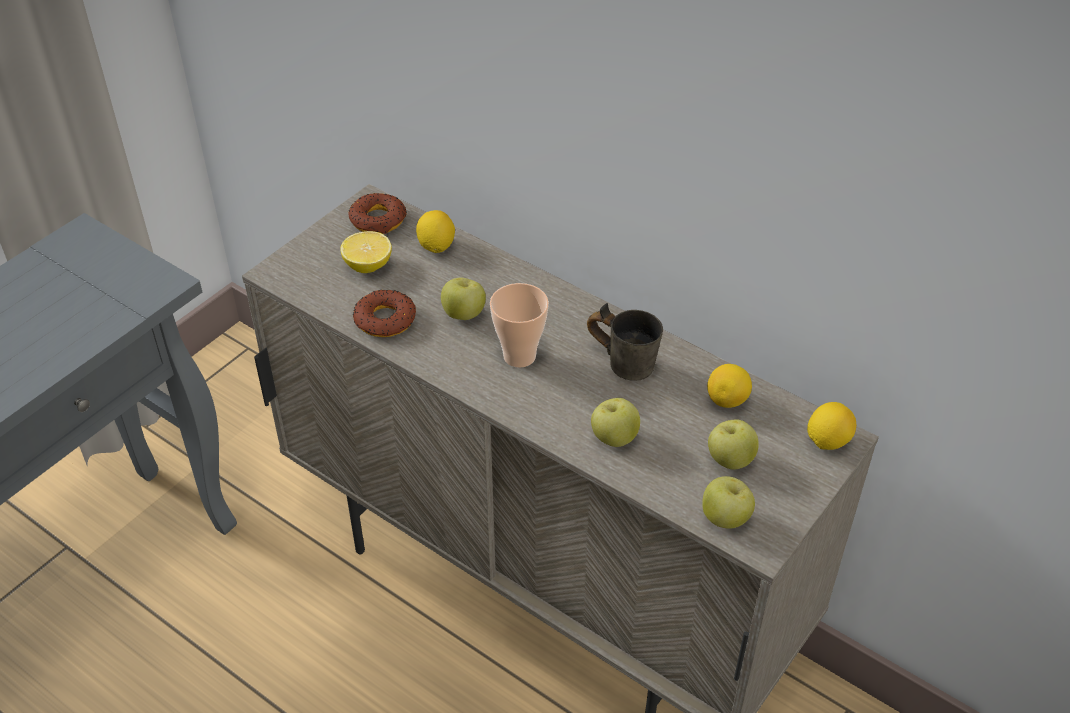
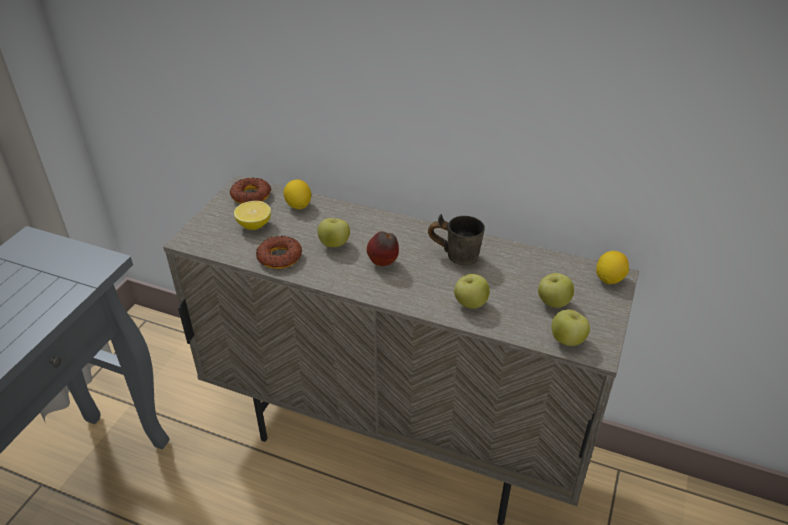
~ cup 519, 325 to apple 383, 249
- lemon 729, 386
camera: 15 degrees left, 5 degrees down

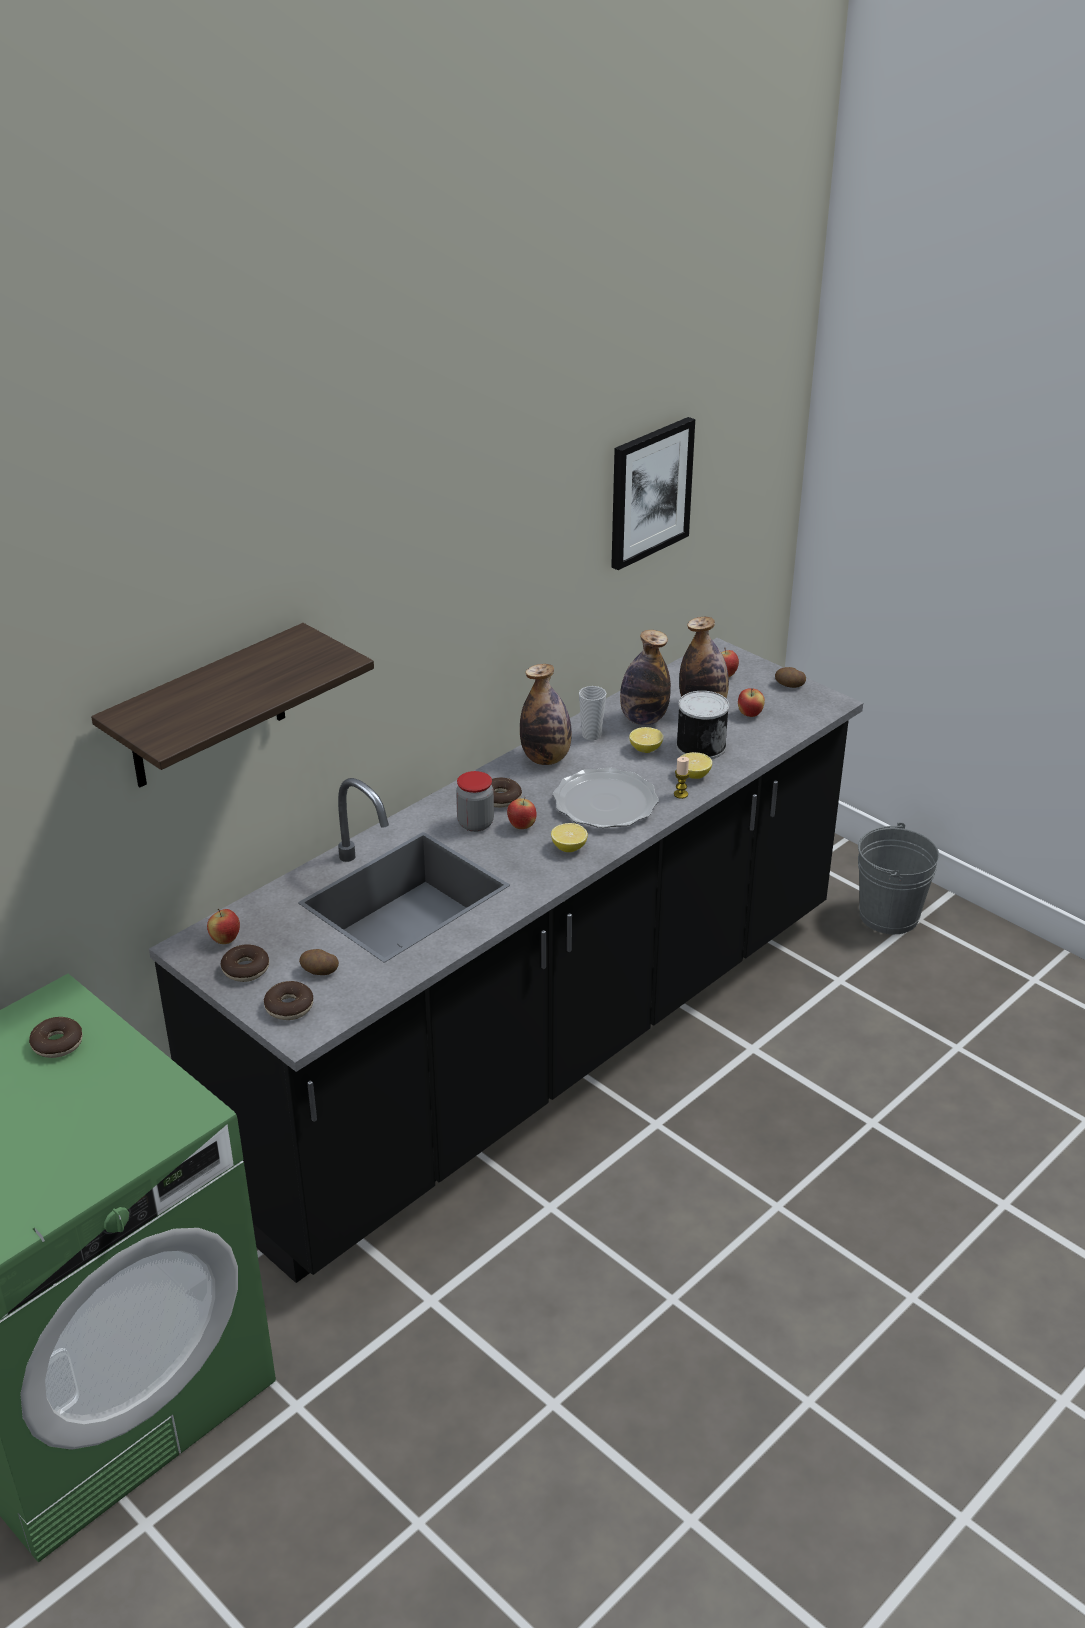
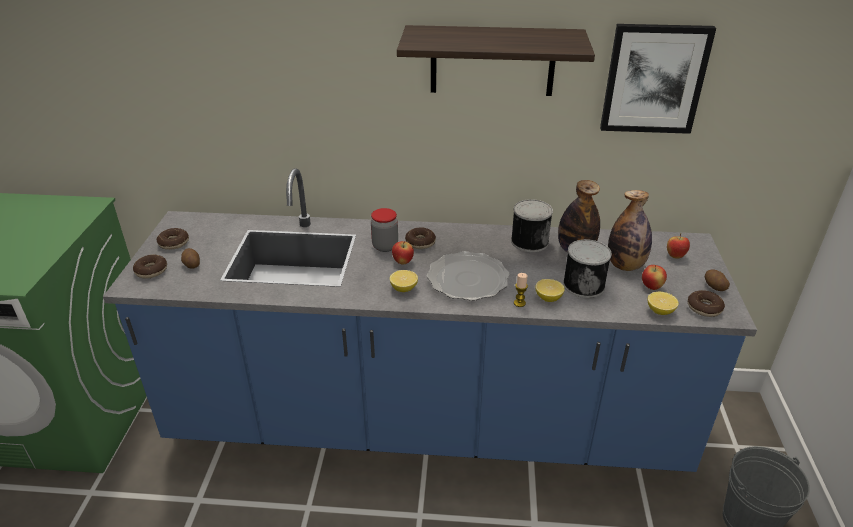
~ shelf 232, 705 to 496, 60
~ counter/black 506, 960 to counter/blue 430, 320
- bottle 546, 714
~ cup 592, 713 to can 532, 225
~ lemon 646, 740 to 663, 303
- apple 223, 926
~ donut 56, 1037 to 706, 303
camera: 50 degrees right, 0 degrees up

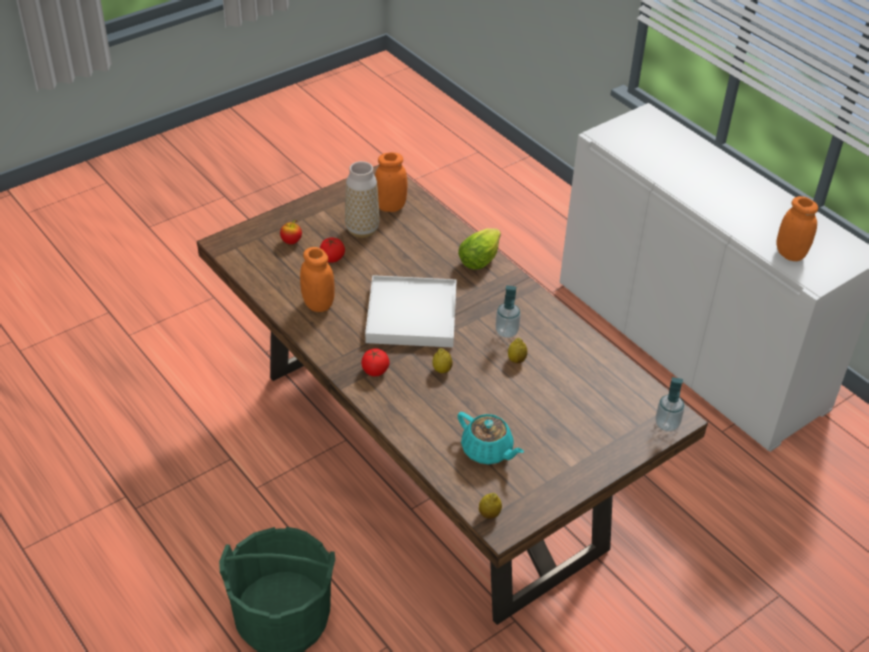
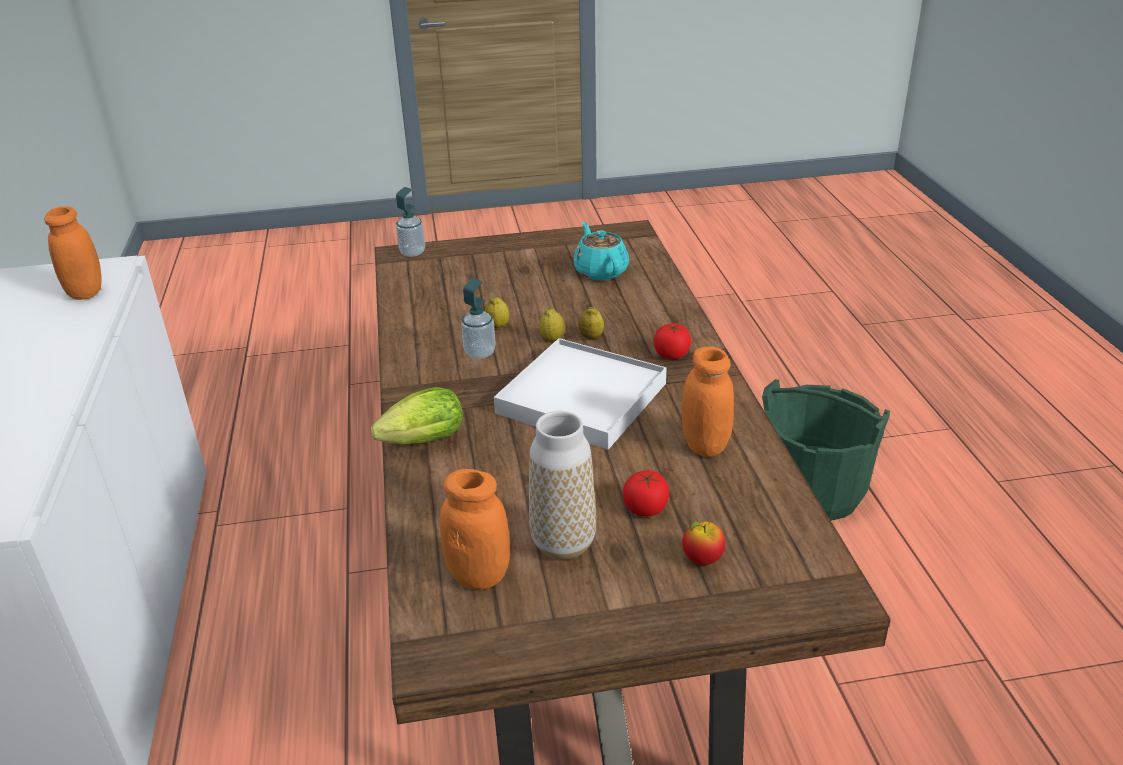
~ lemon 490, 506 to 552, 324
camera: 150 degrees left, 10 degrees down

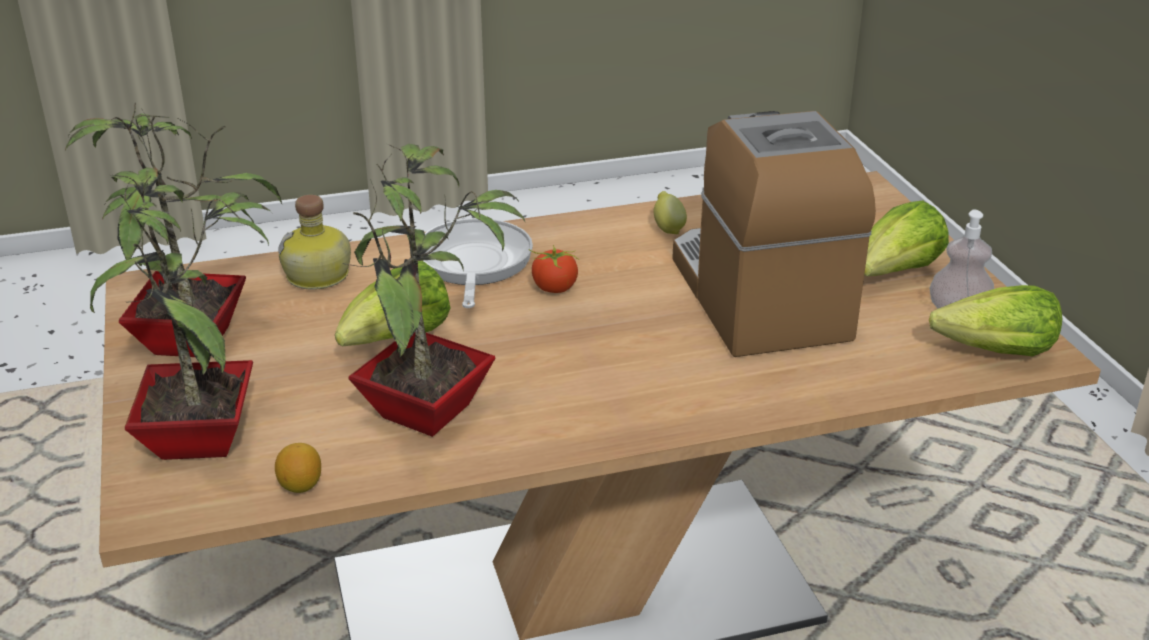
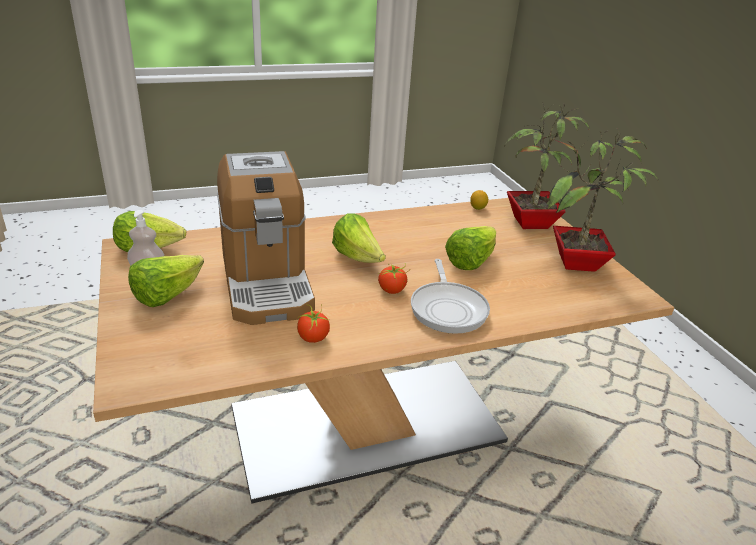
- potted plant 434, 290
~ lemon 670, 212 to tomato 313, 323
- bottle 315, 242
+ lettuce 359, 238
camera: 175 degrees right, 0 degrees up

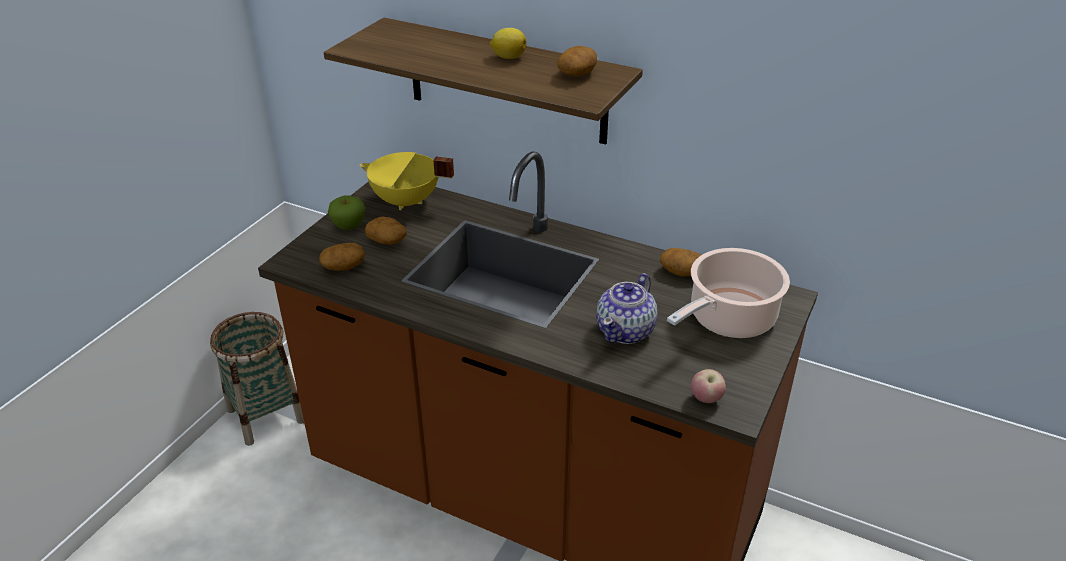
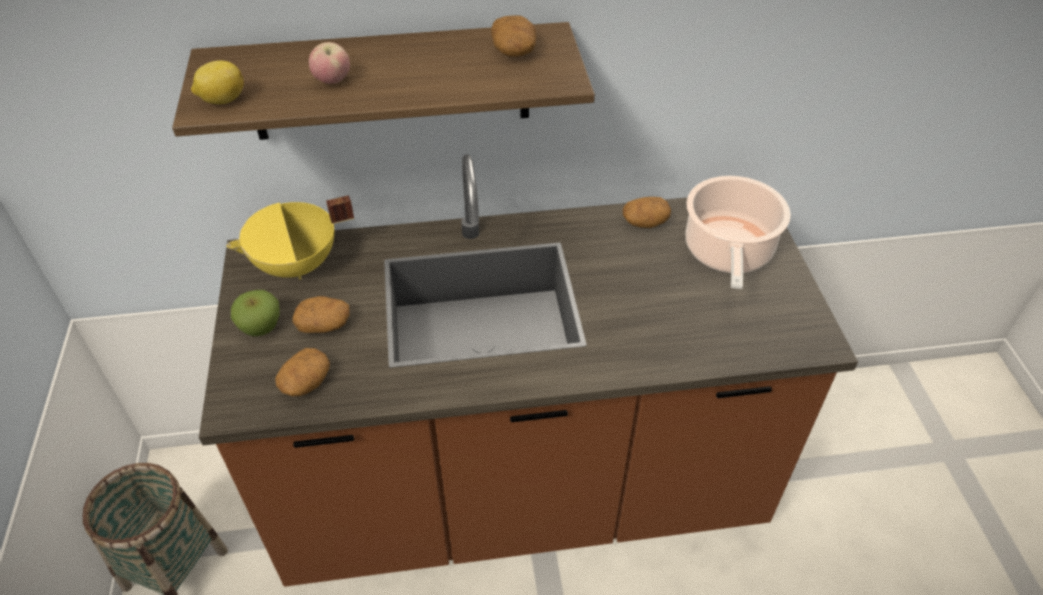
~ lemon 508, 43 to 217, 82
- teapot 626, 308
~ apple 708, 386 to 329, 63
camera: 35 degrees left, 10 degrees up

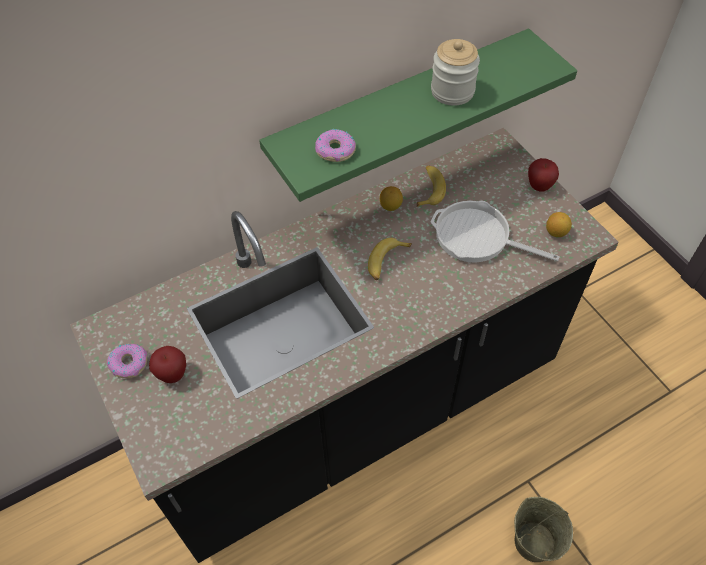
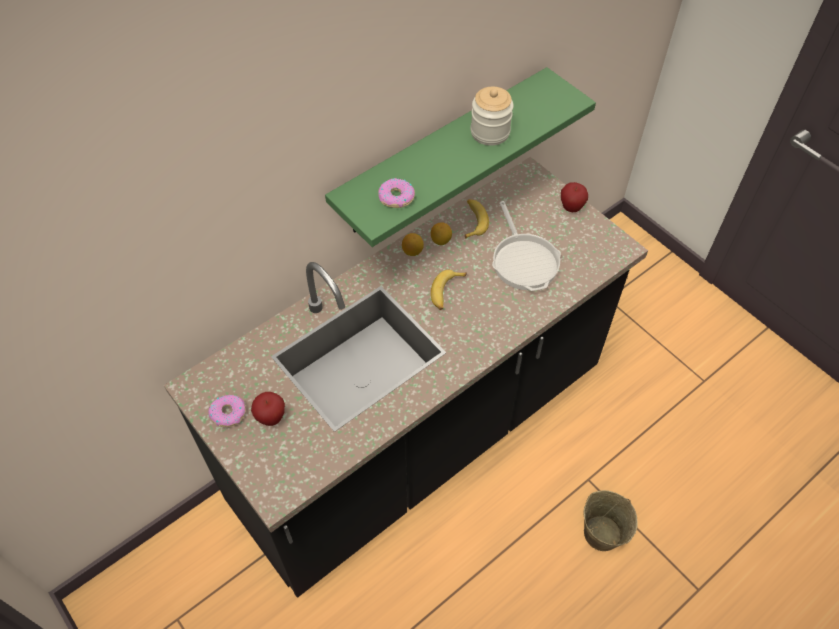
~ frying pan 495, 231 = 526, 246 120 degrees counterclockwise
~ lemon 559, 224 to 413, 244
camera: 10 degrees left, 0 degrees up

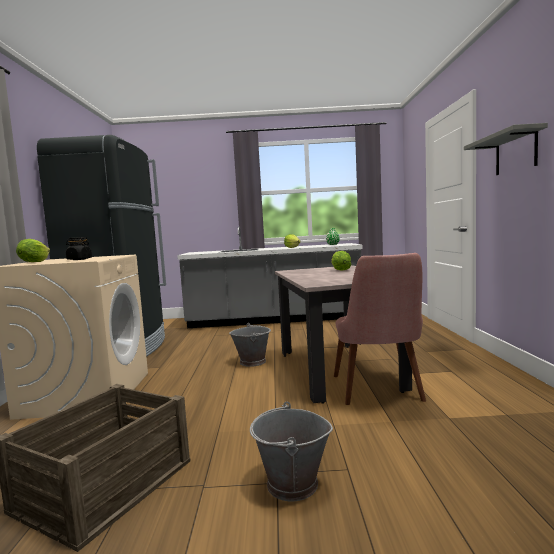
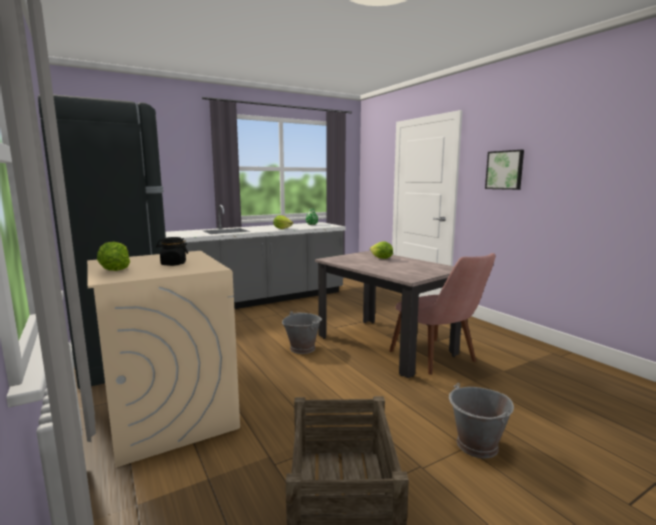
~ shelf/grey 506, 149 to picture 504, 170
camera: 30 degrees left, 5 degrees up

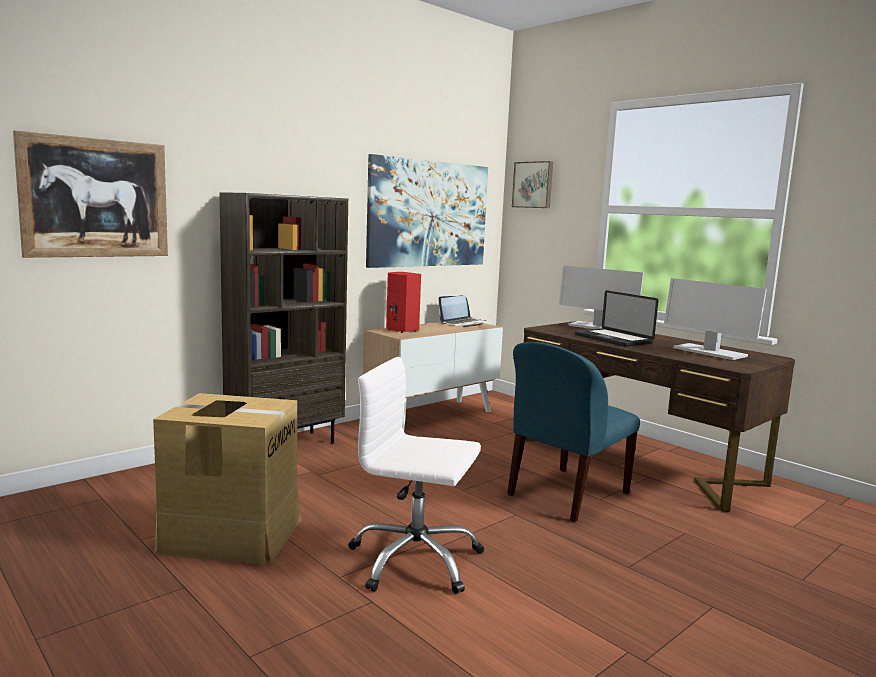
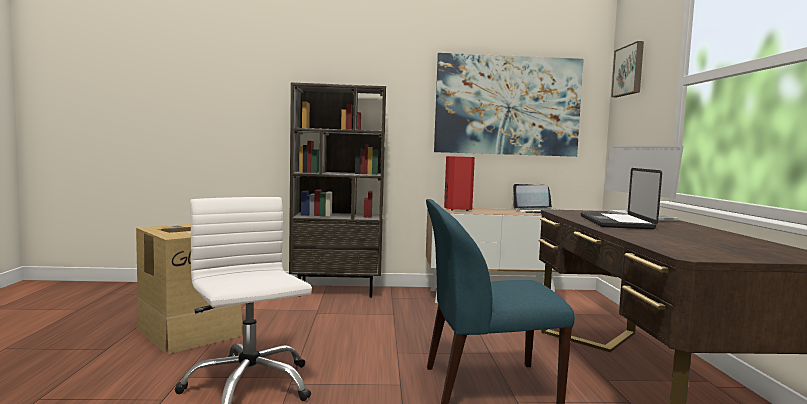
- picture 90, 194
- monitor 715, 319
camera: 40 degrees right, 5 degrees down

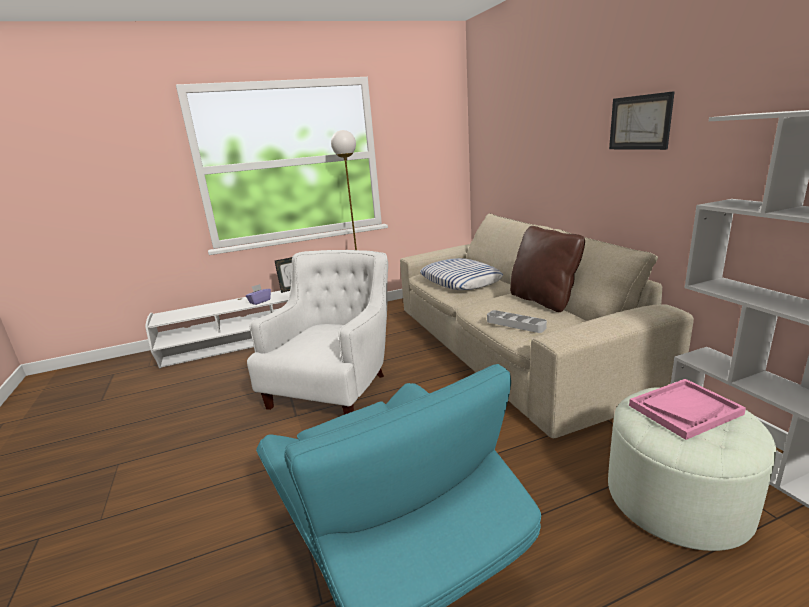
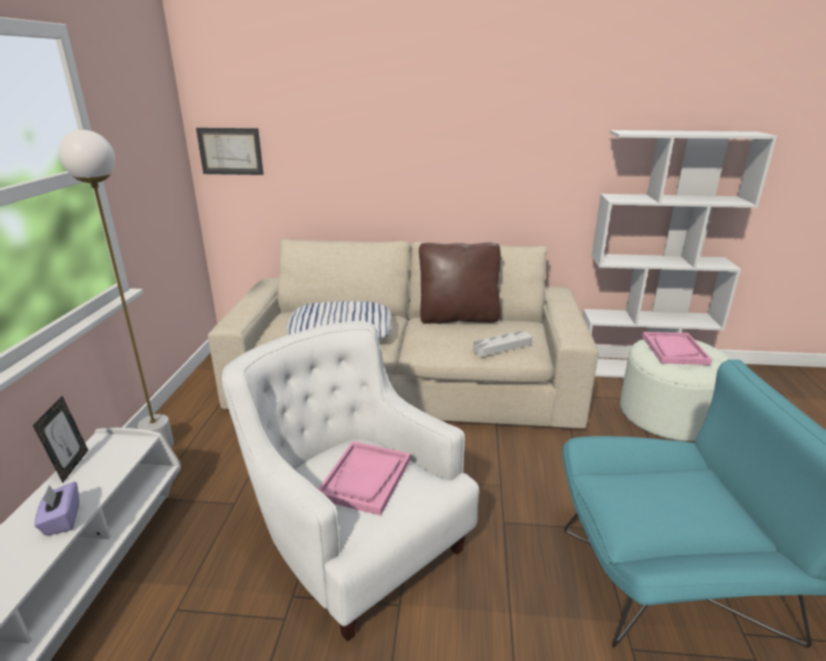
~ picture 642, 120 to 230, 151
+ tray/pink 364, 478
camera: 65 degrees left, 5 degrees up

